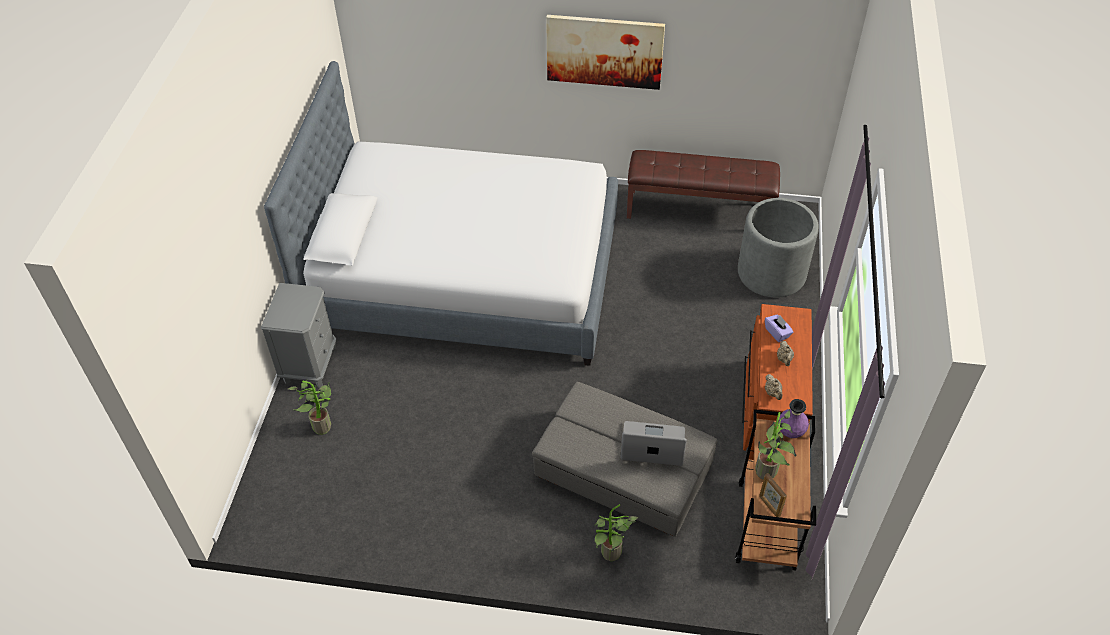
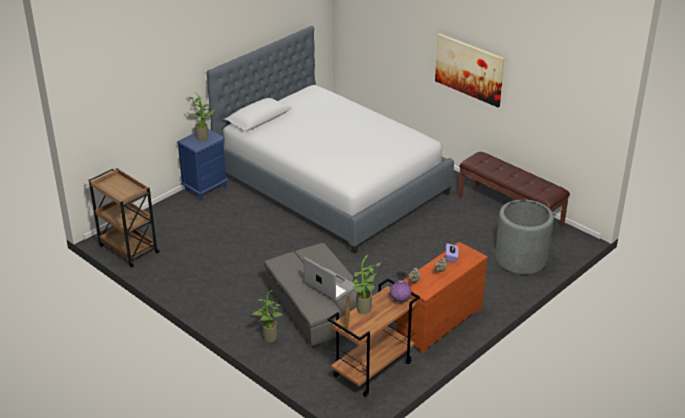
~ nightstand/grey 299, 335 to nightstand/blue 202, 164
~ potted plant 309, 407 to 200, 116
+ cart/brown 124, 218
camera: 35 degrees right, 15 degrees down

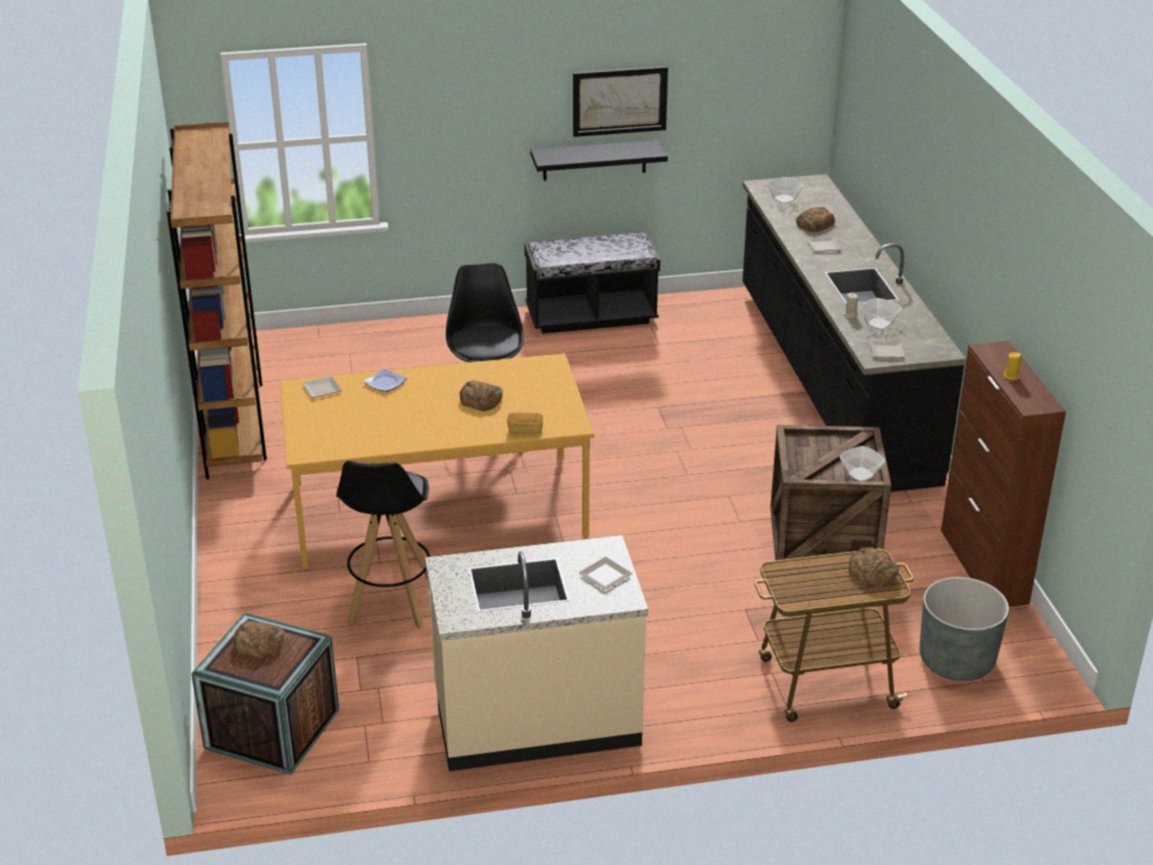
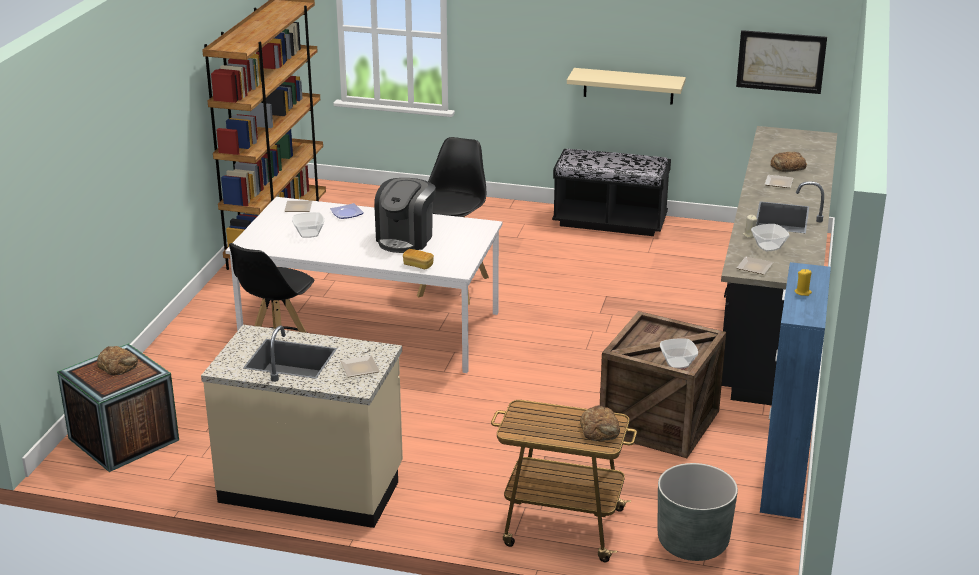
~ picture 620, 101 to 781, 62
~ shelf/black 599, 160 to shelf/beige 626, 86
~ bowl 785, 190 to 308, 225
~ cabinet/brown 1003, 474 to cabinet/blue 795, 390
~ dining table/orange 437, 461 to dining table/white 363, 285
~ bread 481, 395 to coffee machine 405, 215
camera: 25 degrees right, 5 degrees down

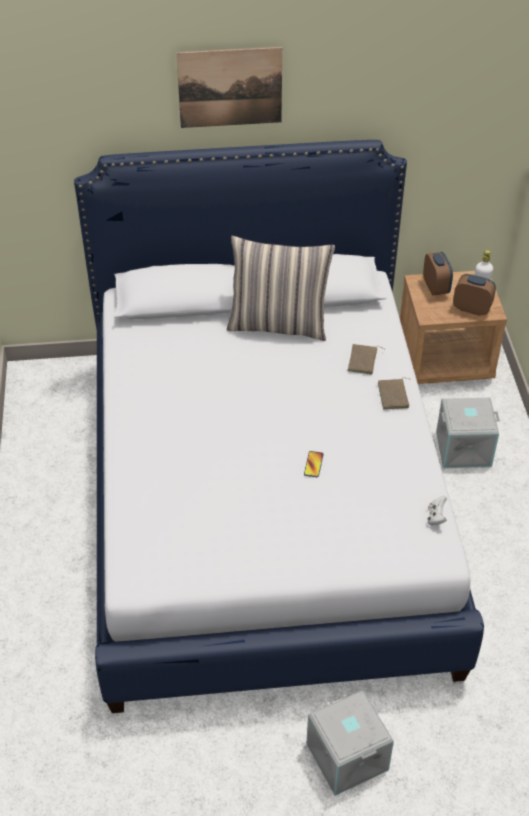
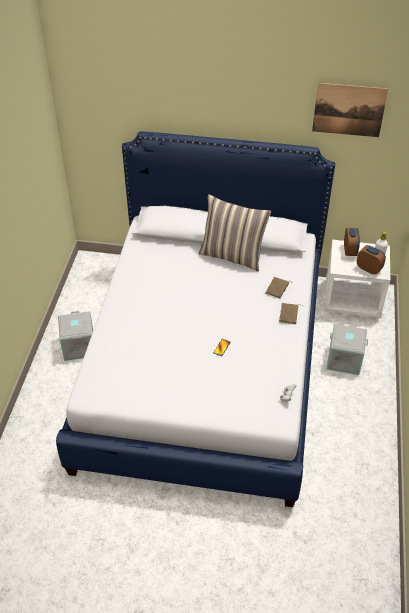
~ picture 229, 87 to 350, 110
~ nightstand/brown 453, 327 to nightstand/white 357, 279
~ storage box/grey 350, 743 to 75, 336
camera: 15 degrees right, 0 degrees up

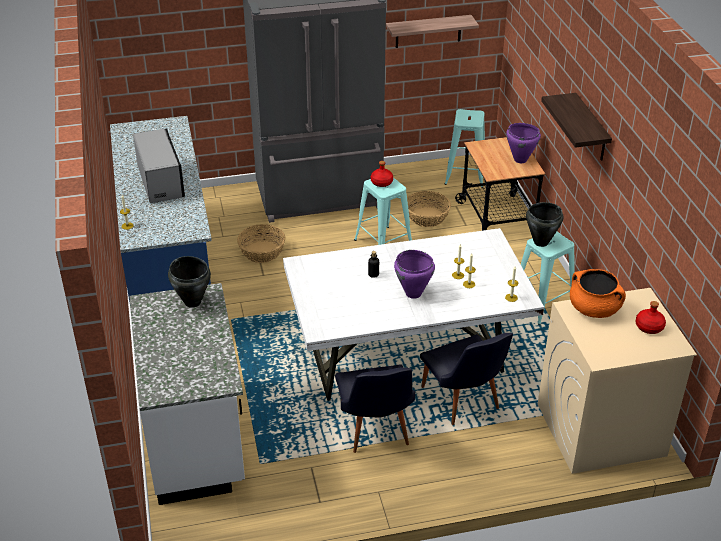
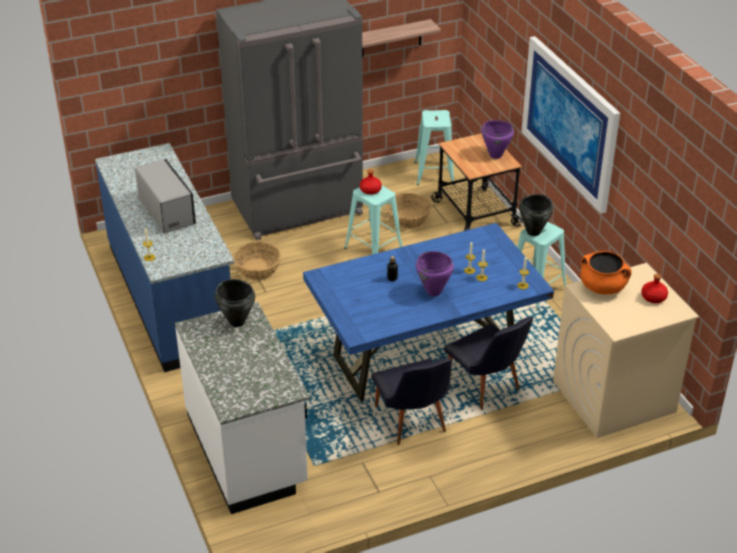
~ shelf 576, 127 to picture 571, 125
~ dining table/white 413, 314 to dining table/blue 428, 312
camera: 10 degrees left, 0 degrees up

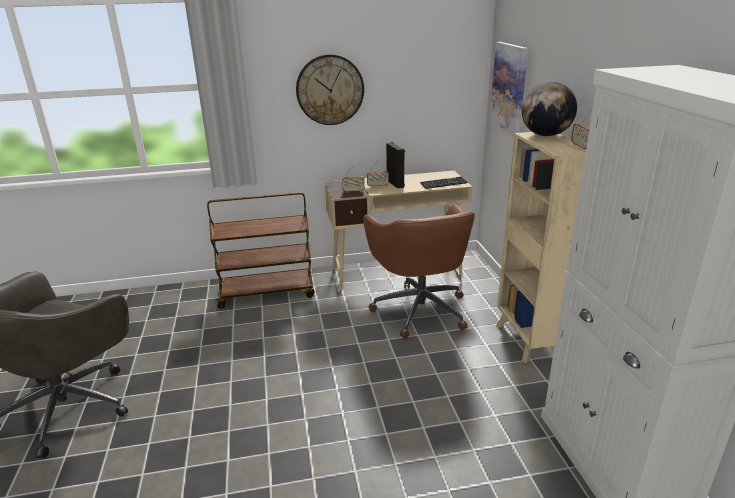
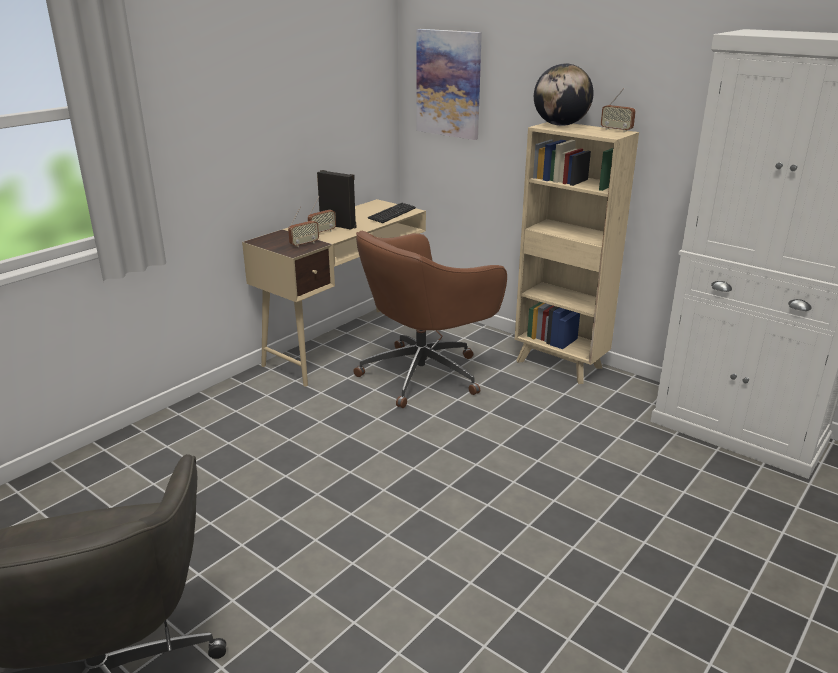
- wall clock 330, 89
- cart/brown 260, 250
~ office chair/brown 419, 271 = 430, 319 105 degrees clockwise
camera: 40 degrees left, 0 degrees up

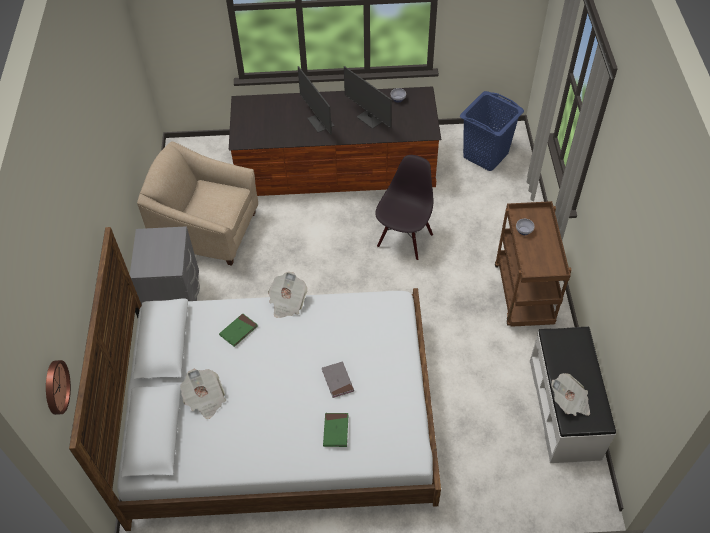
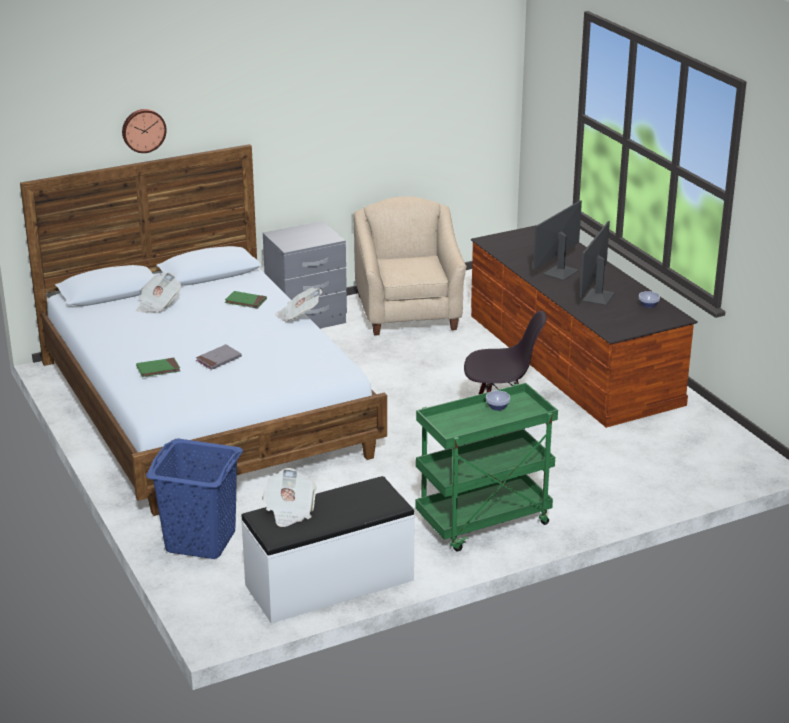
~ laundry basket/blue 492, 131 to 194, 498
~ cart/brown 533, 264 to cart/green 486, 467
~ wall clock 58, 387 to 144, 131
camera: 65 degrees right, 25 degrees down

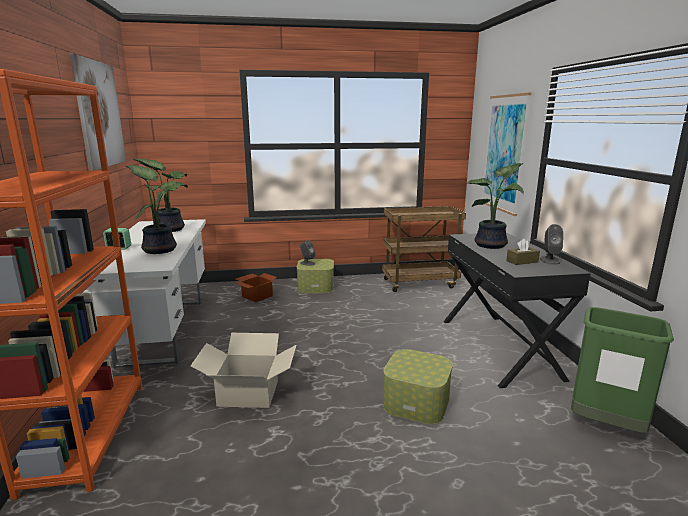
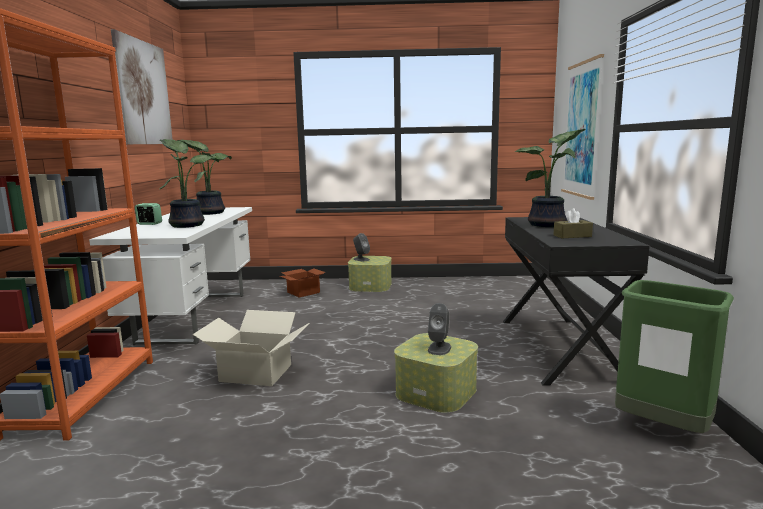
- cart/brown 424, 249
~ speaker/grey 551, 244 to 439, 329
camera: 10 degrees right, 5 degrees down

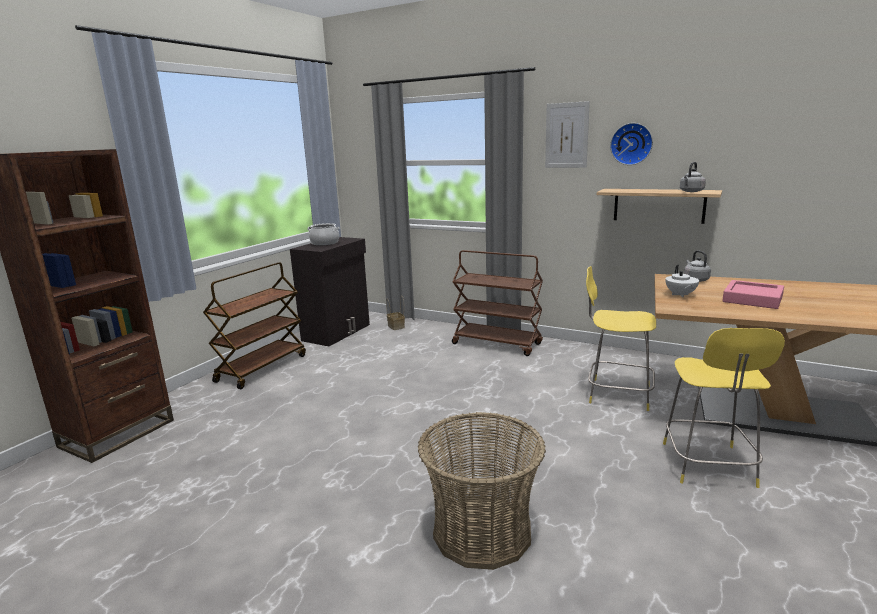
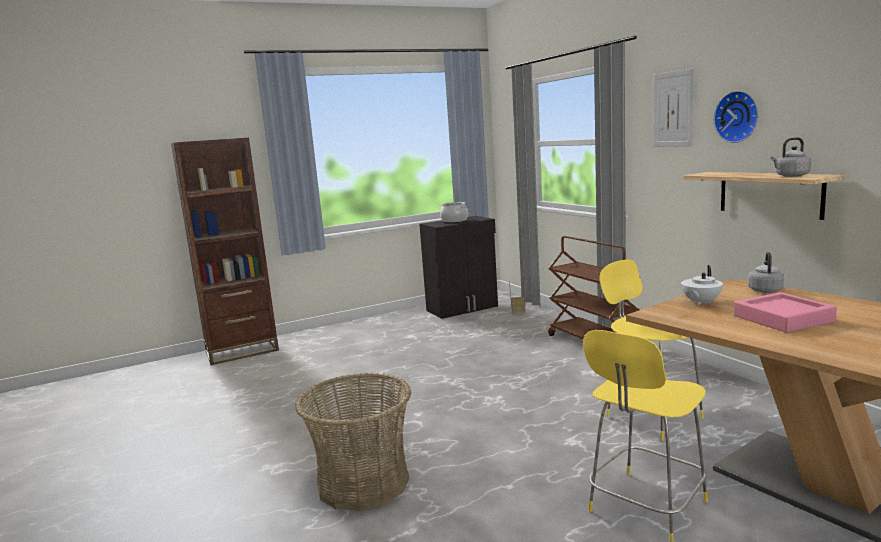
- cart/brown 254, 325
camera: 35 degrees right, 5 degrees down

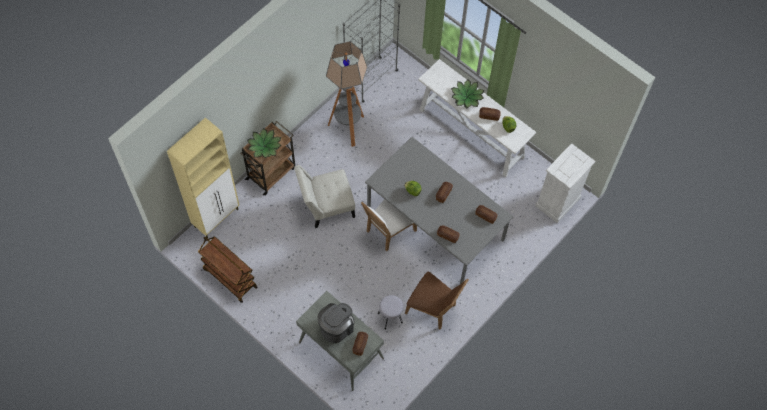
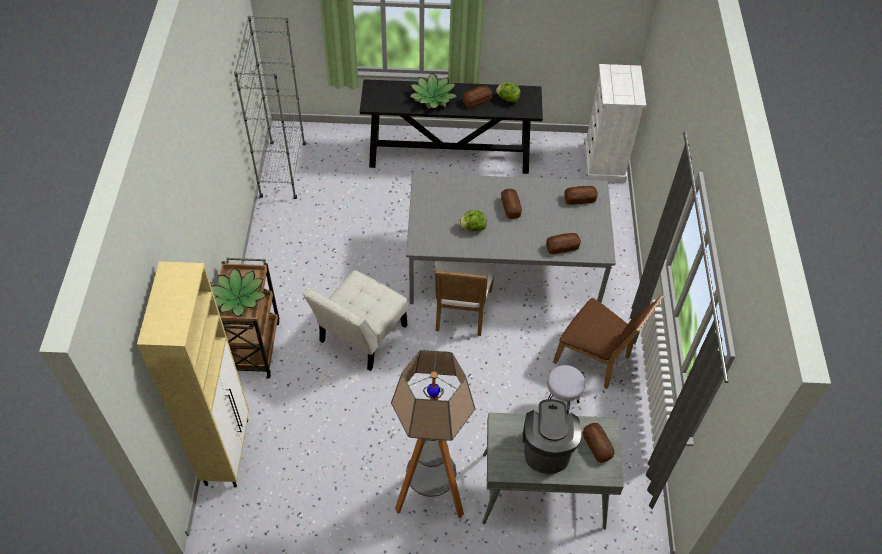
~ floor lamp 346, 94 to 433, 434
~ console table/white 477, 118 to console table/black 451, 126
- cart/brown 228, 269
~ chair/brown 437, 301 = 608, 342 45 degrees clockwise
camera: 40 degrees left, 10 degrees down

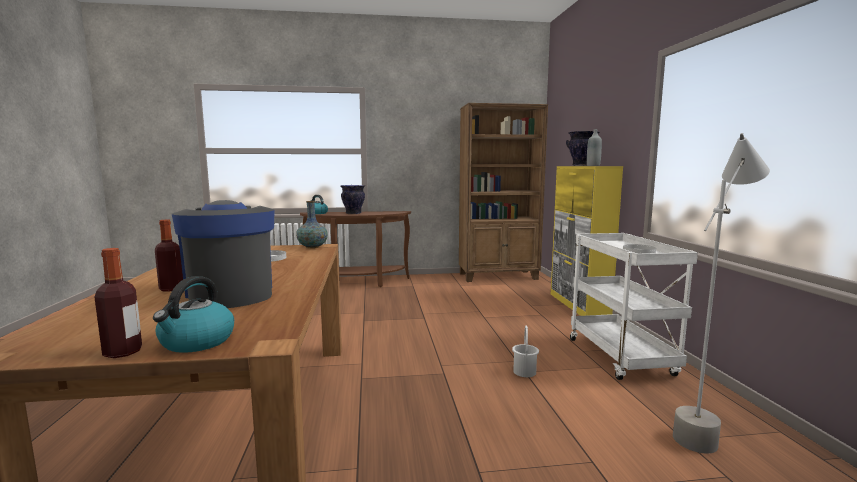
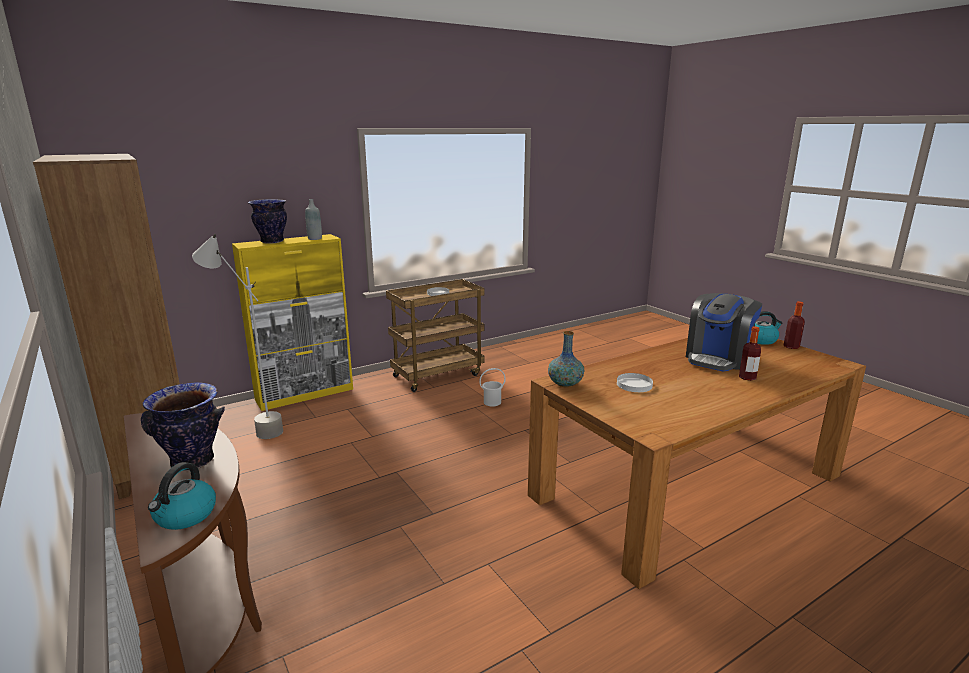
~ floor lamp/grey 721, 293 to 237, 336
~ cart/white 634, 306 to cart/brown 435, 335
camera: 115 degrees left, 10 degrees up

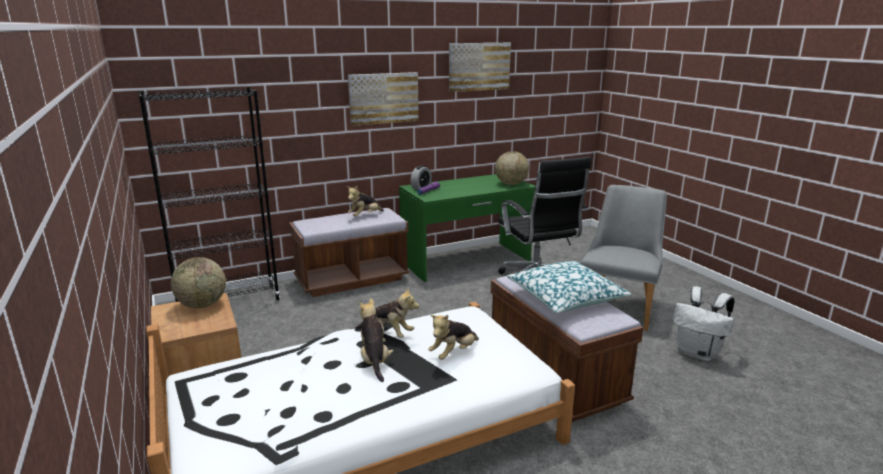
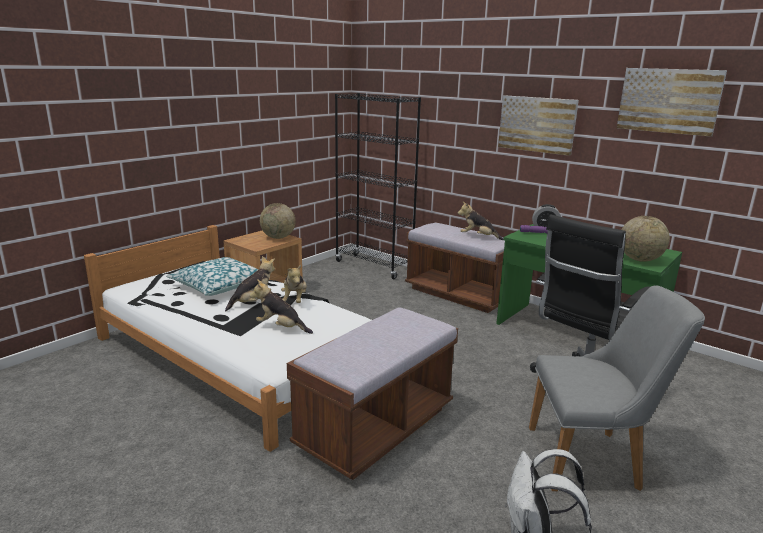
~ pillow 569, 287 to 212, 276
camera: 65 degrees right, 0 degrees up

